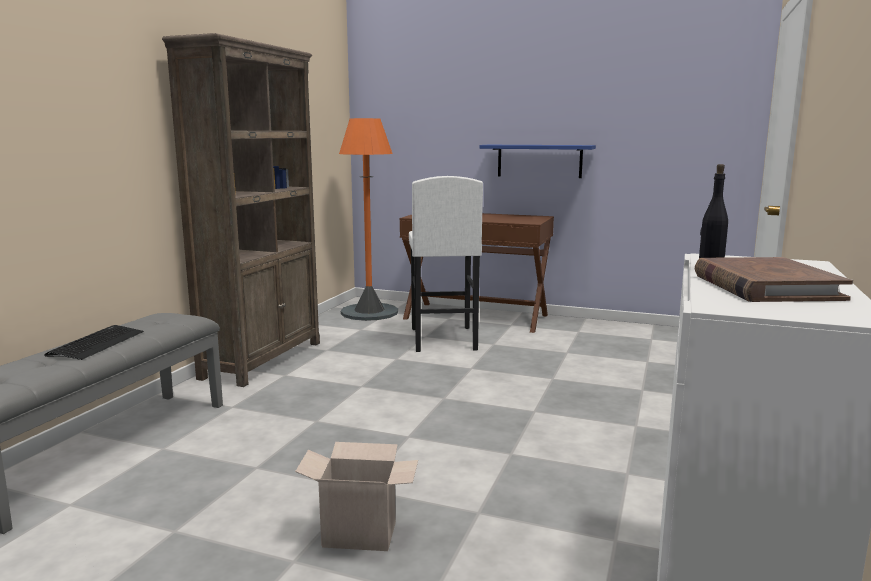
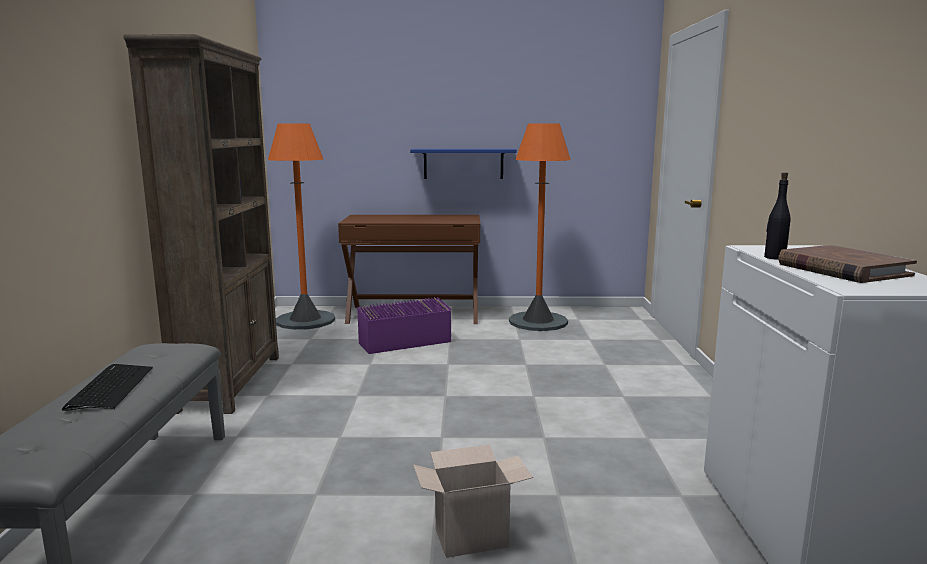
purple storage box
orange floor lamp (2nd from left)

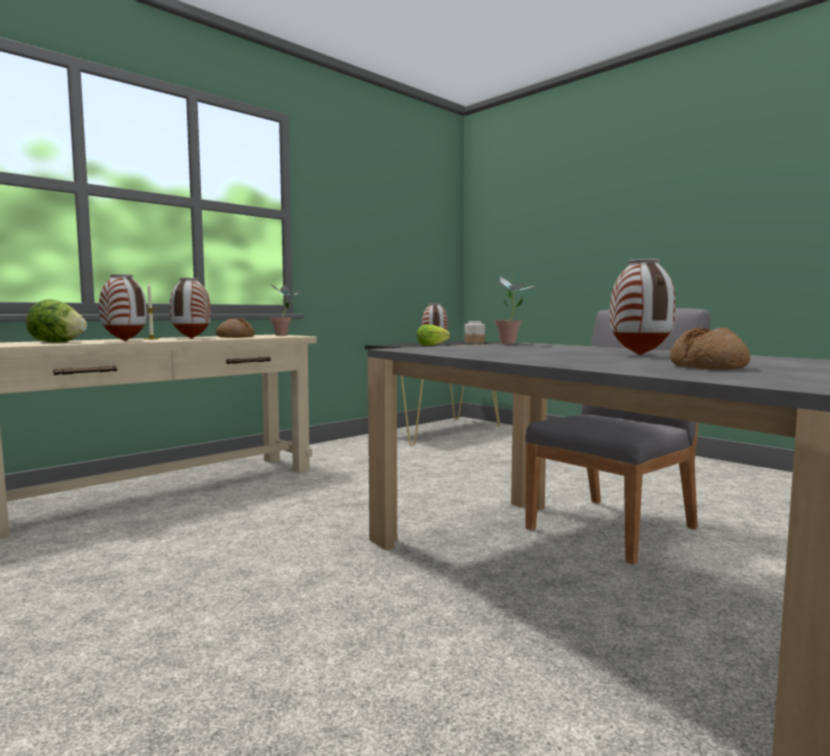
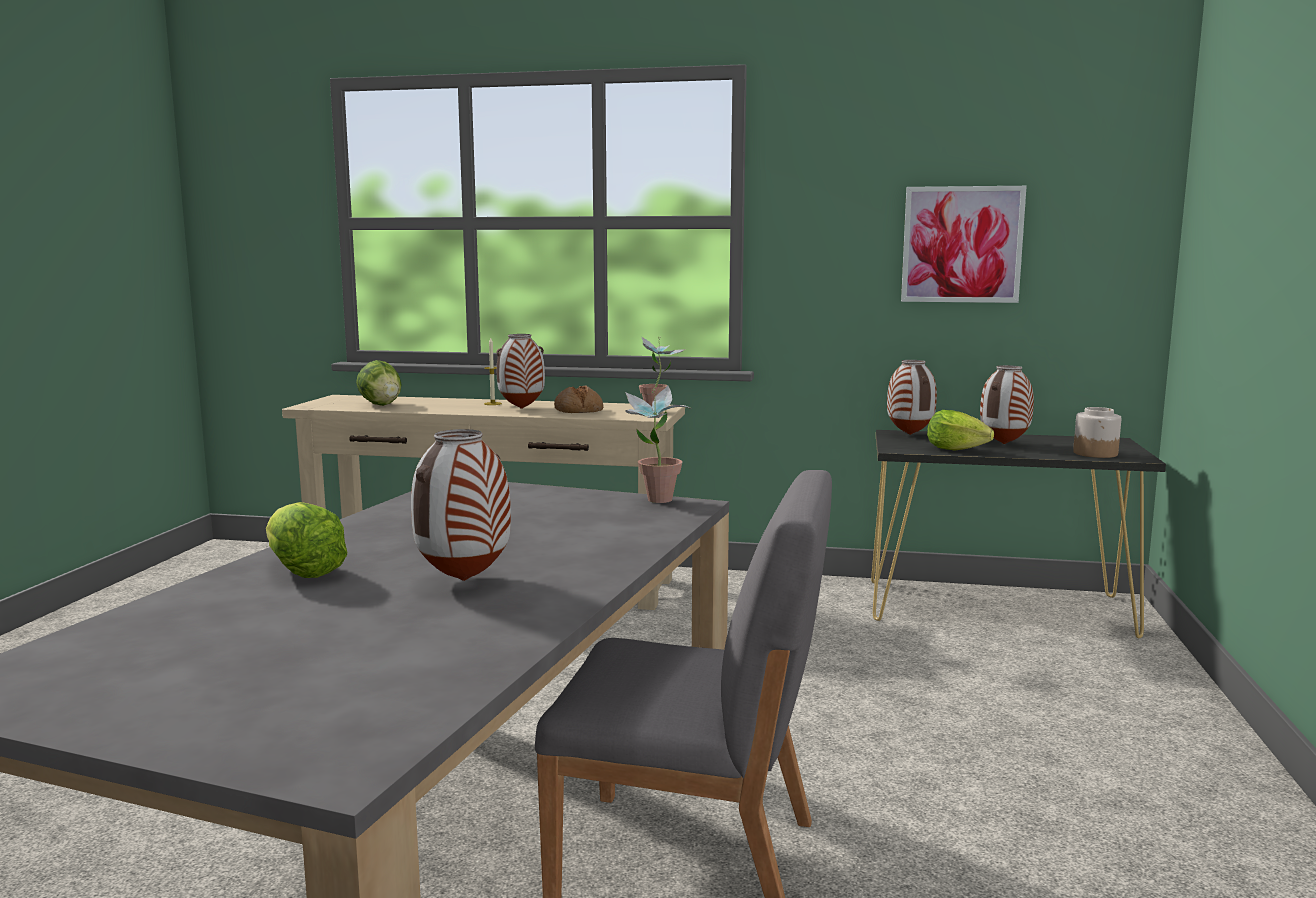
lettuce (1st from left)
vase (3rd from left)
picture
bread (2nd from left in the first image)

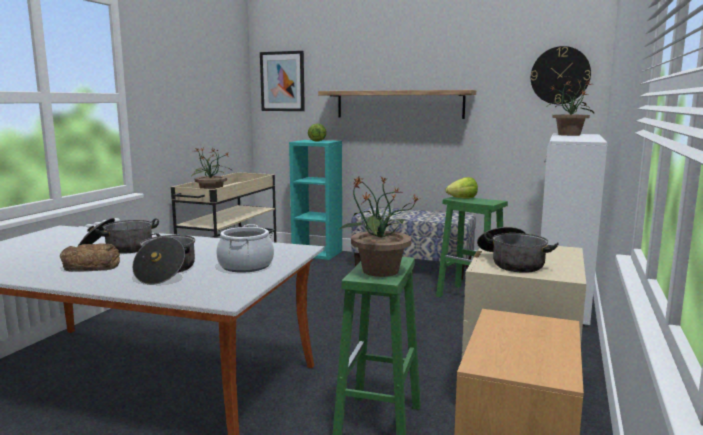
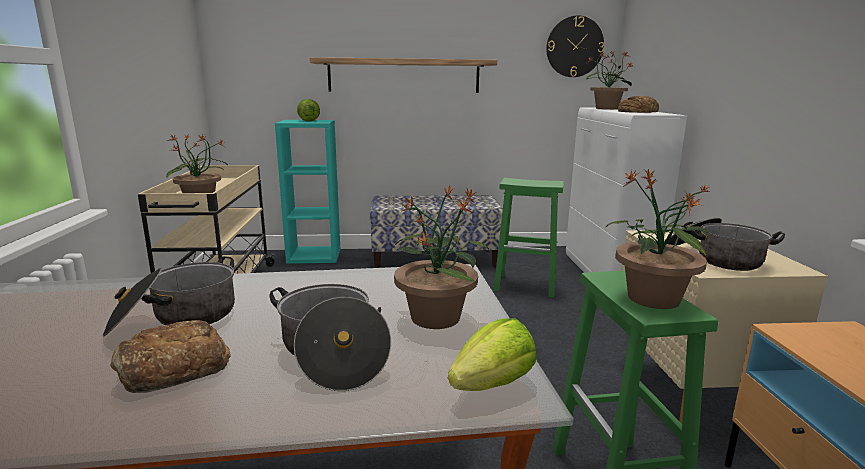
potted plant (2nd from left)
lettuce (2nd from left)
bread (2nd from left)
picture

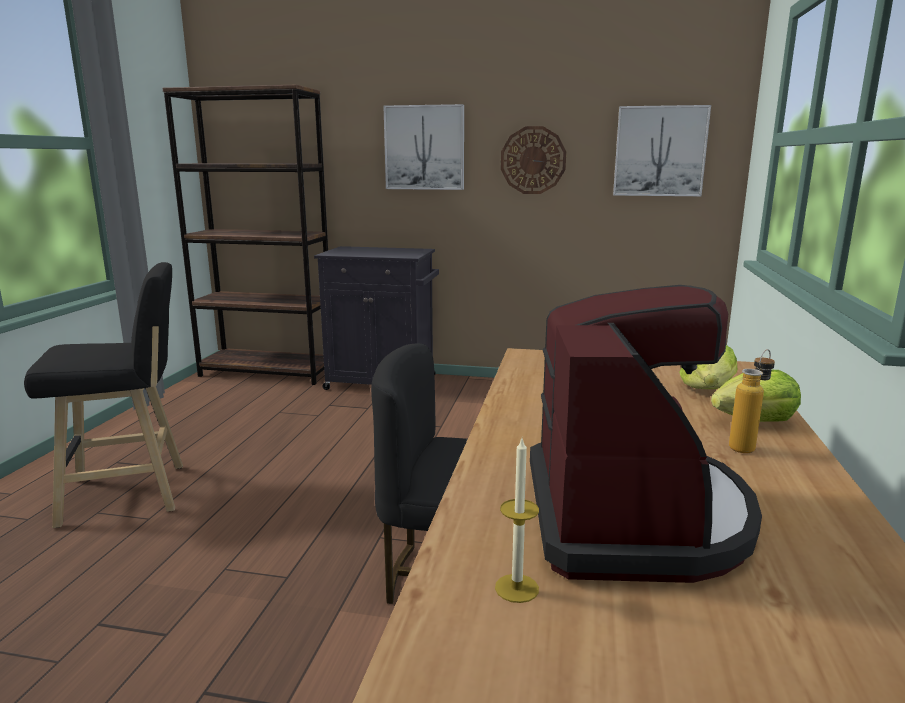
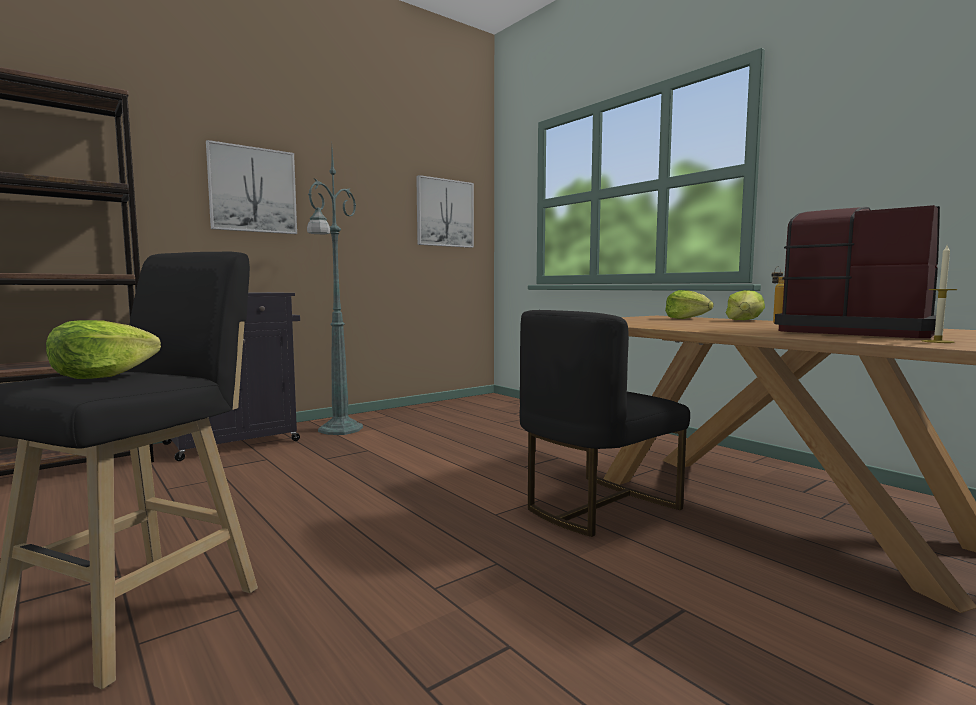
lettuce (1st from left)
green floor lamp
wall clock

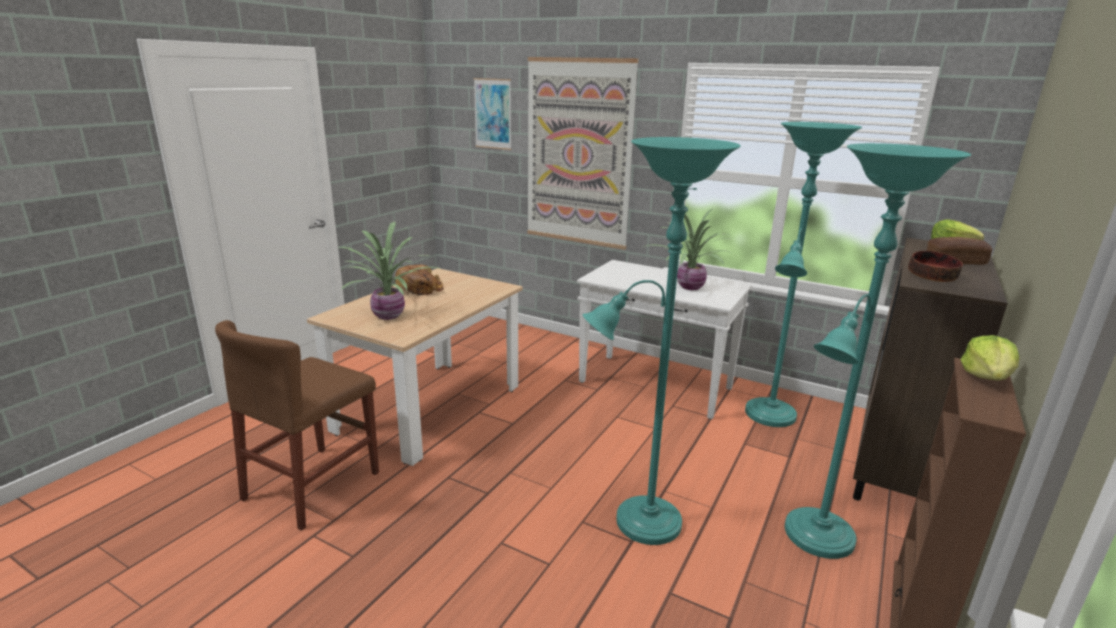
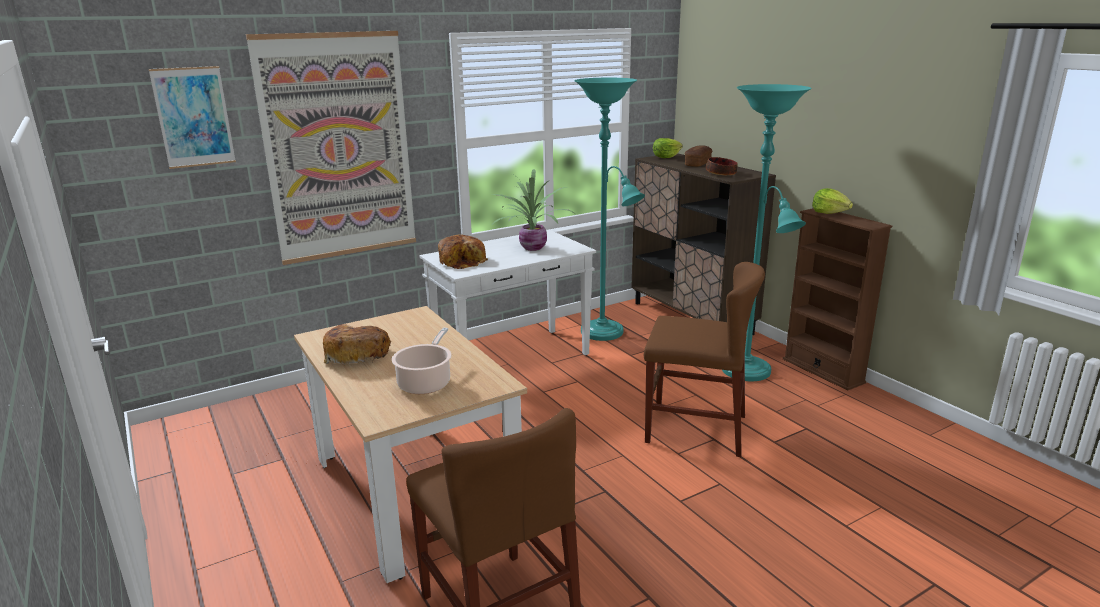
cooking pot
bread (2nd from left)
brown chair (2nd from left)

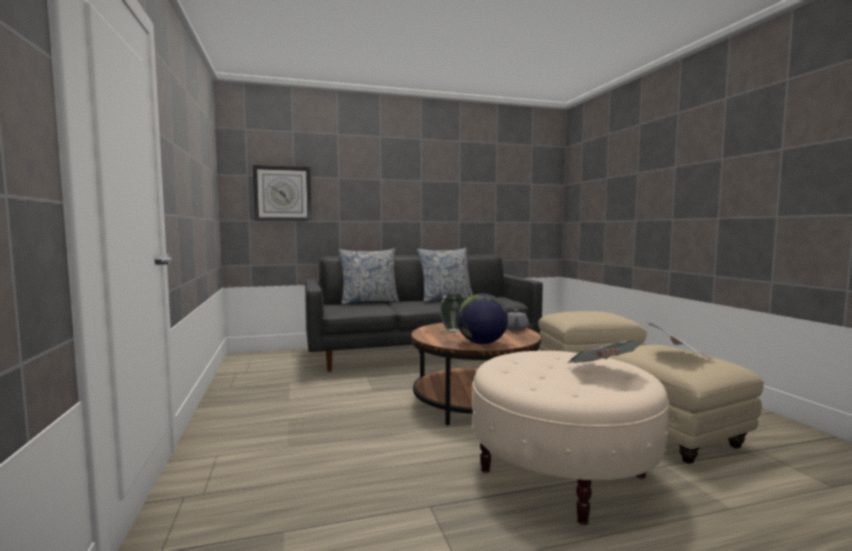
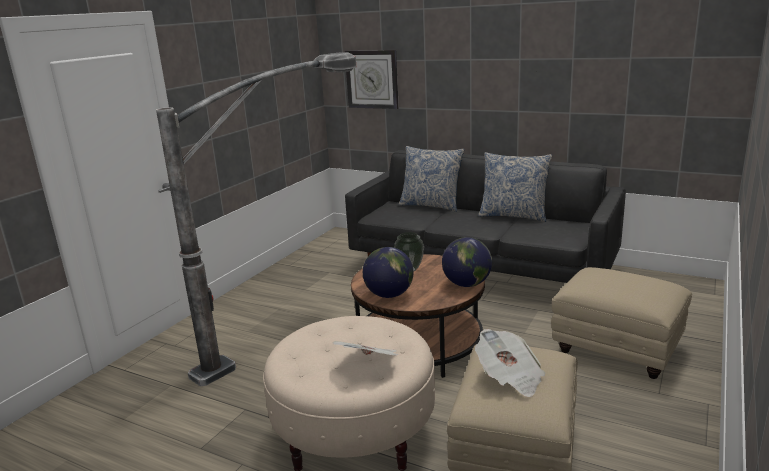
floor lamp
globe (2nd from left)

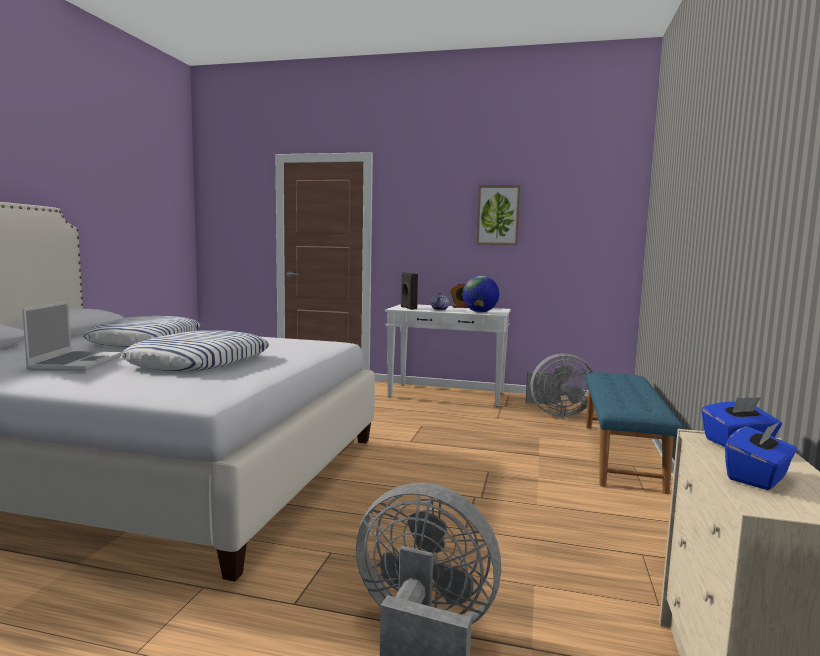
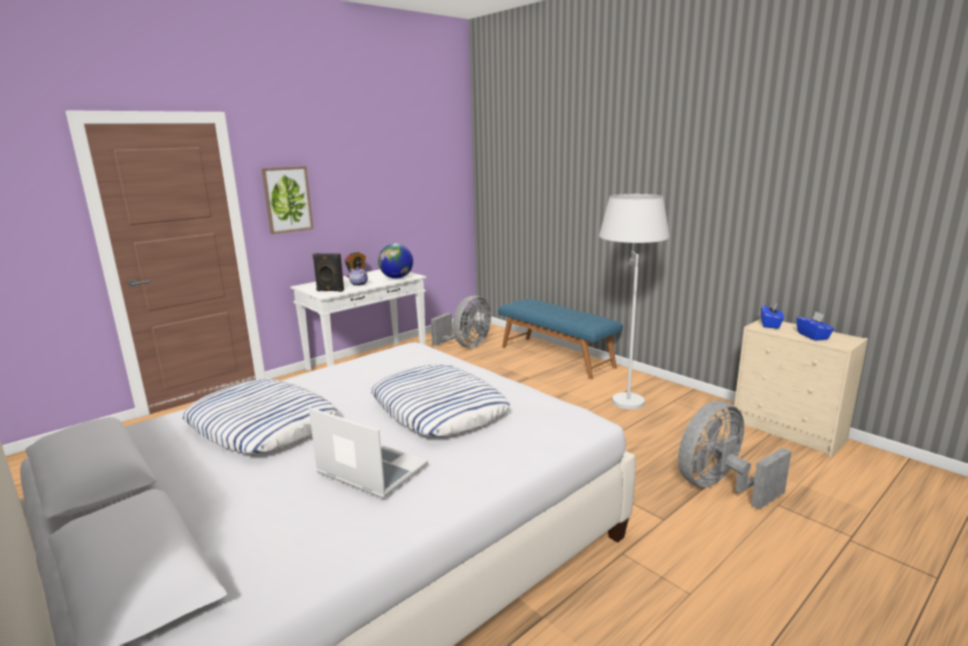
picture
white floor lamp

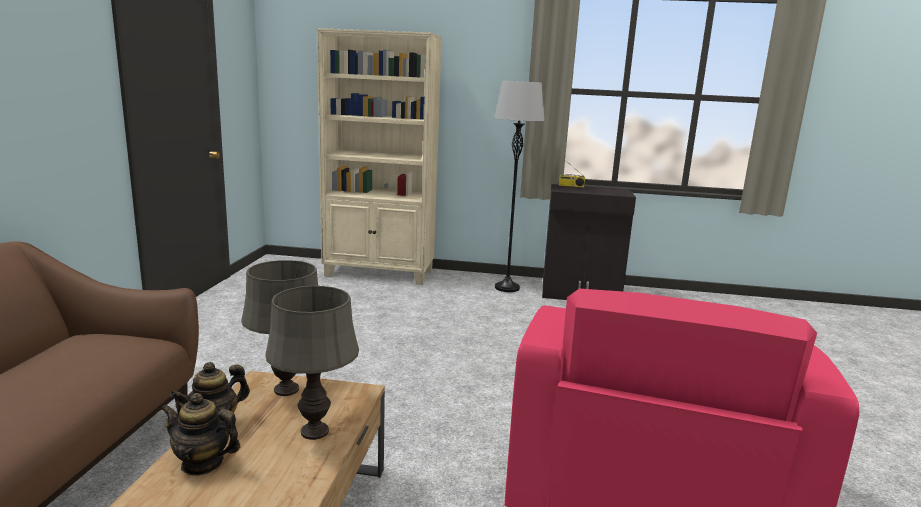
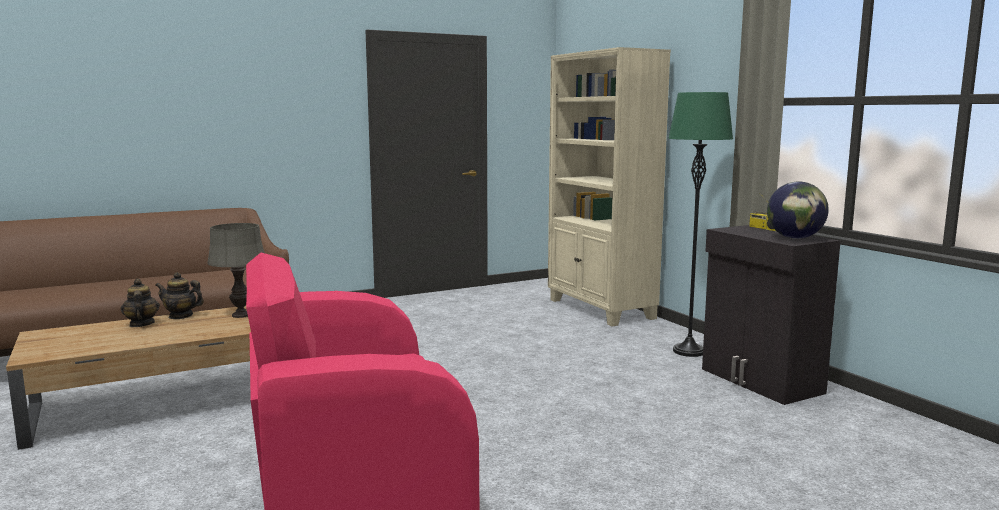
green floor lamp
globe
grey table lamp (2nd from left in the first image)

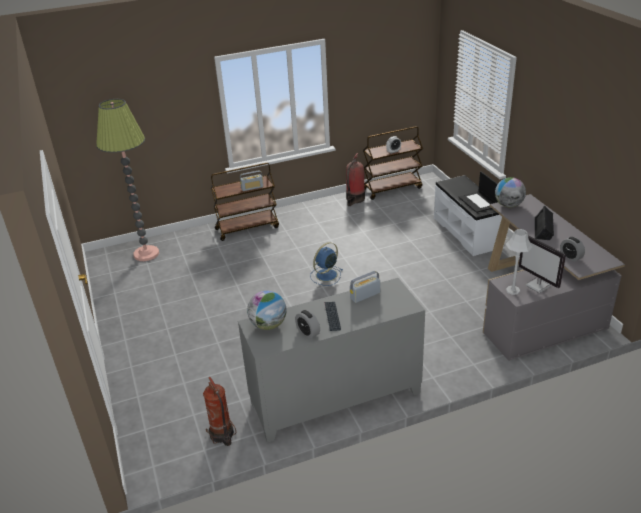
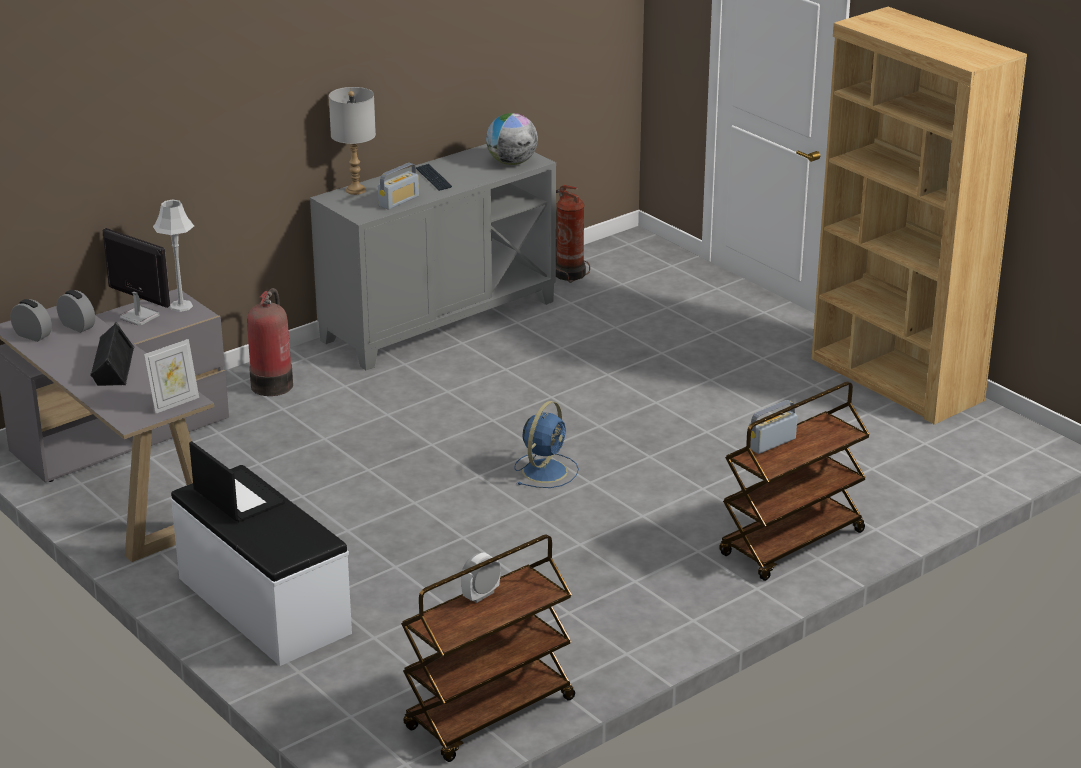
alarm clock (1st from left)
picture frame
fire extinguisher (1st from left)
grey table lamp (2nd from left)
brown bookcase
floor lamp

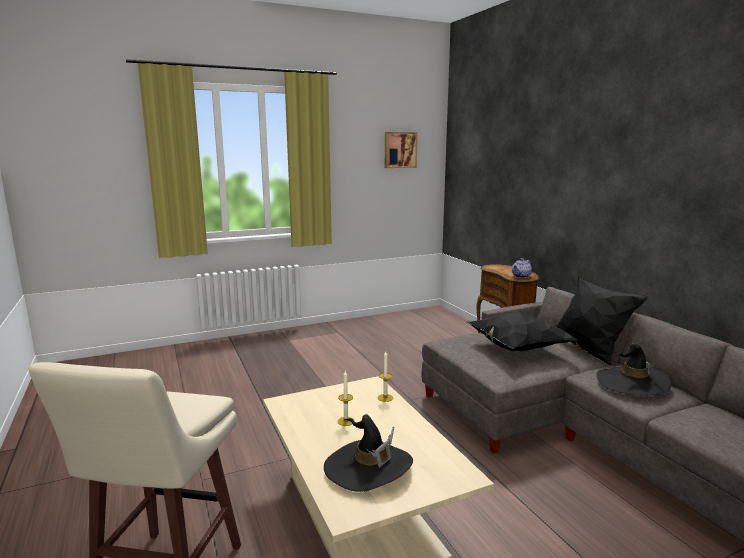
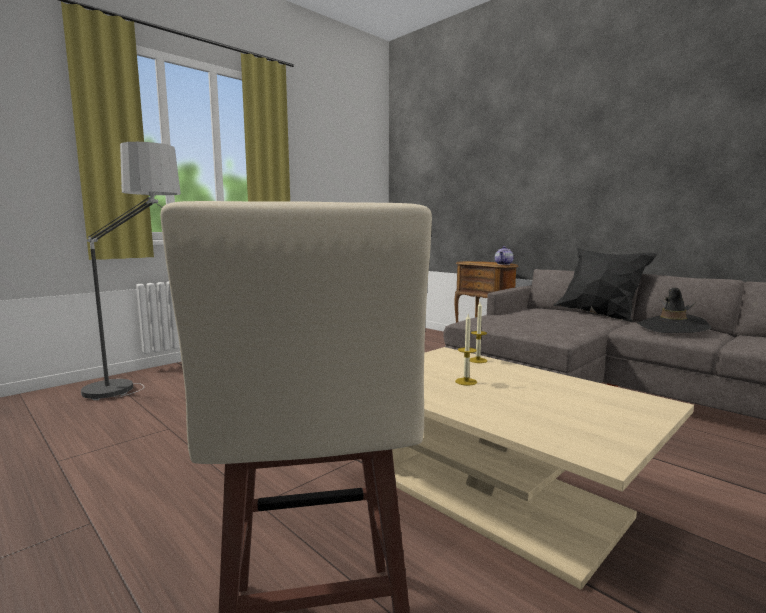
floor lamp
black hat (1st from left in the first image)
picture
black pillow (1st from left in the first image)

